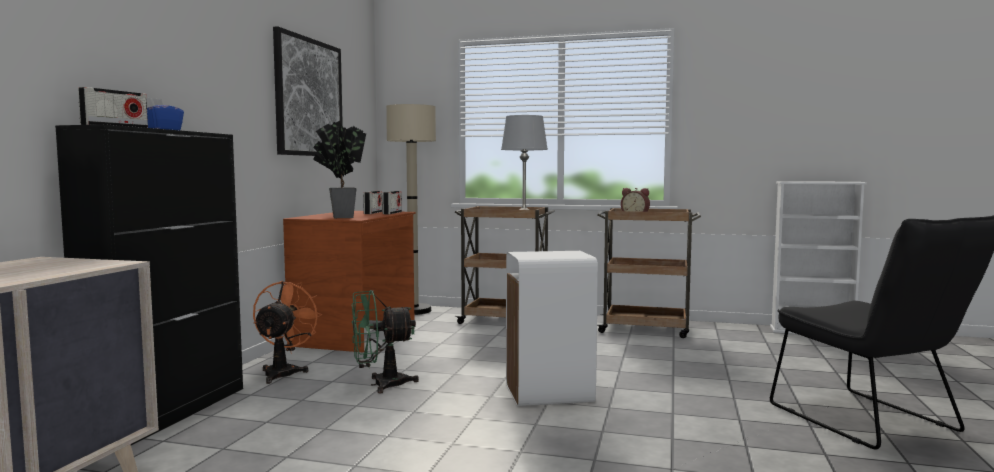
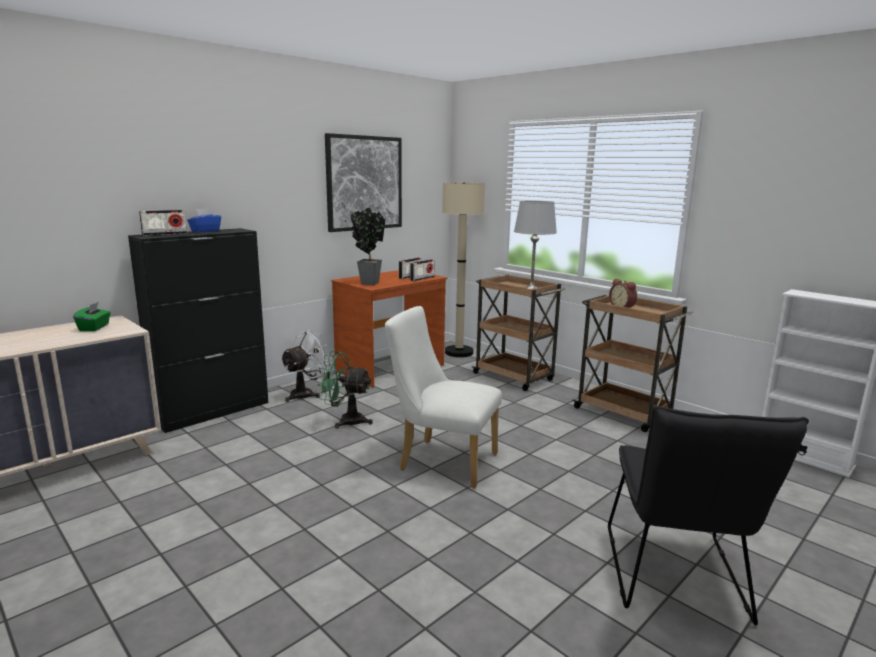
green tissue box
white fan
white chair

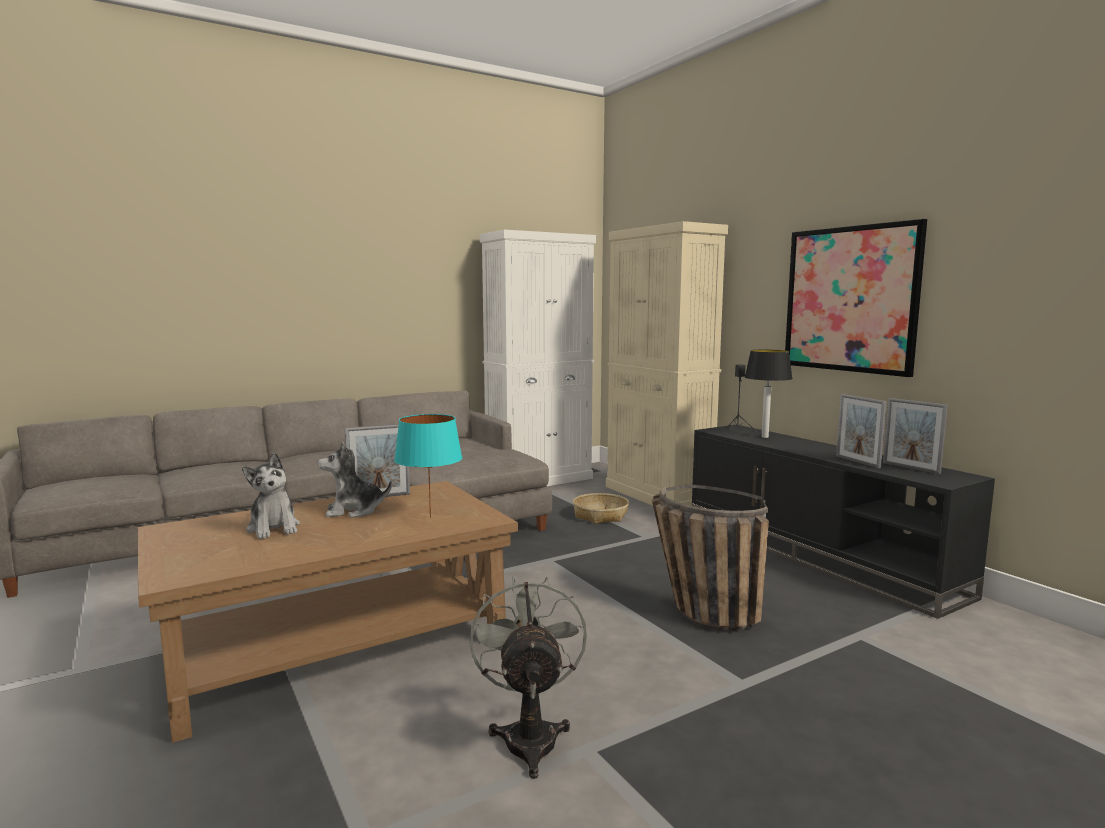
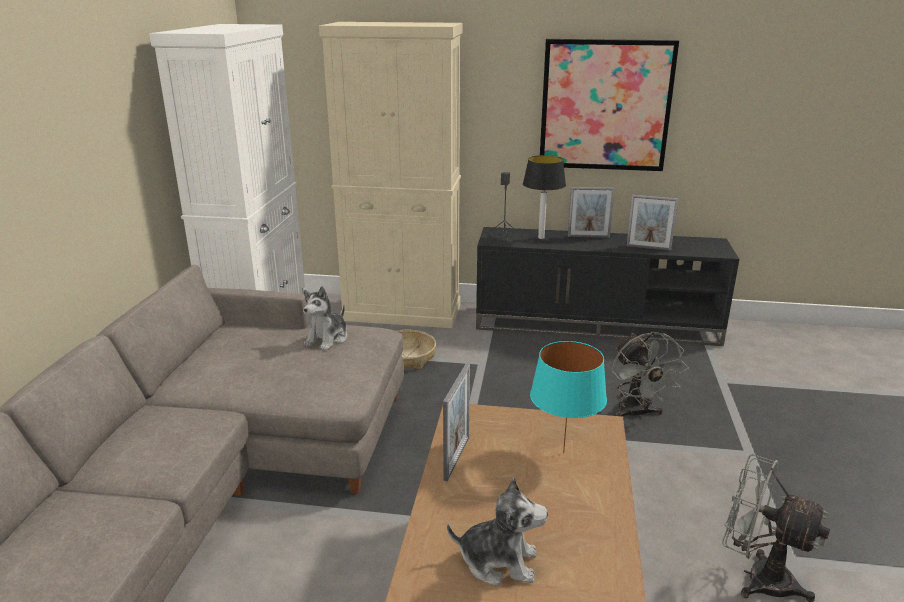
plush toy (1st from left)
picture frame (2nd from left)
grey fan (1st from left)

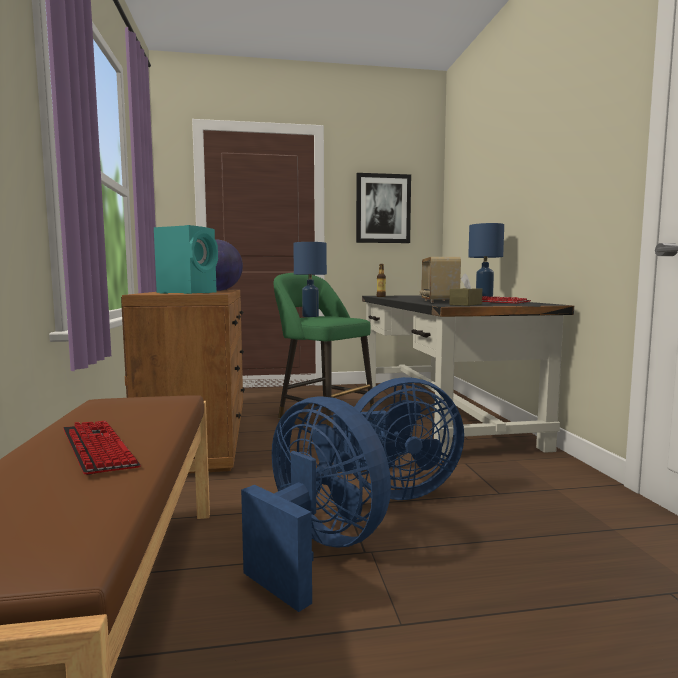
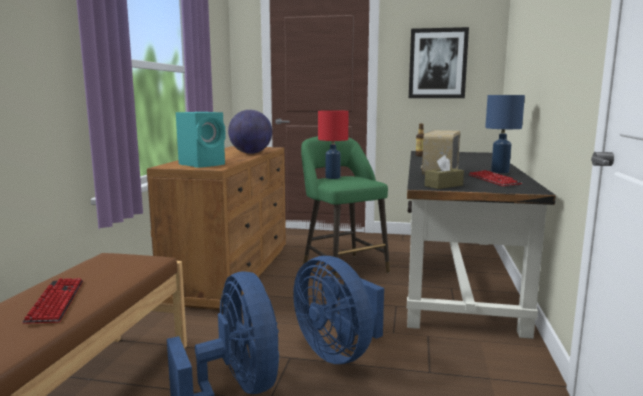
blue fan (2nd from left)
red table lamp

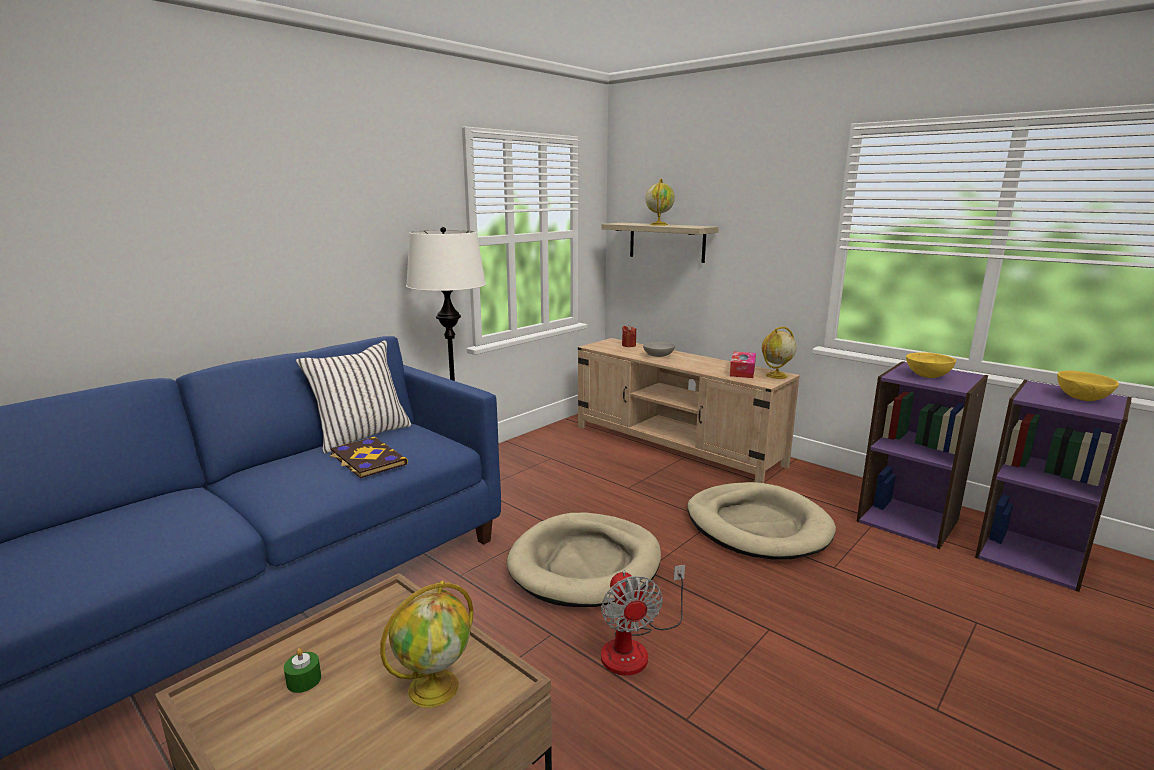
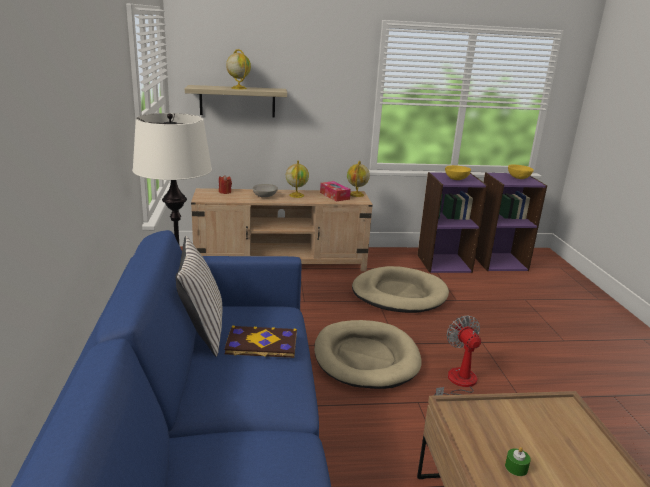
globe (2nd from left)
fan

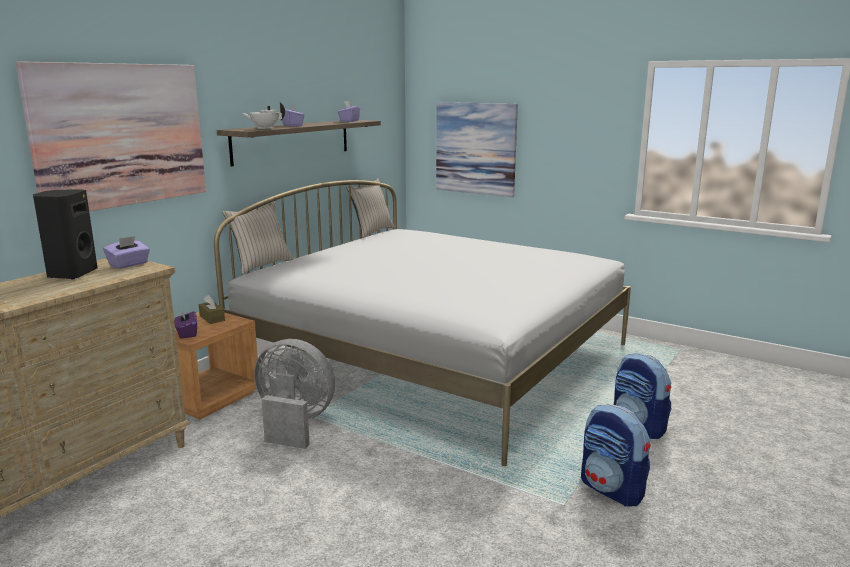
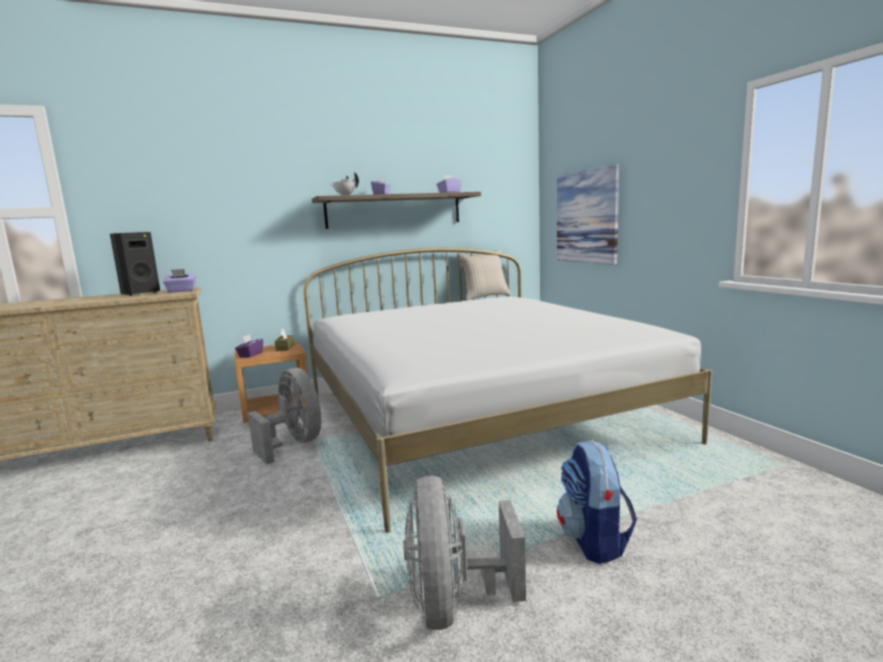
grey fan (2nd from left)
picture (1st from left in the first image)
beige pillow (1st from left in the first image)

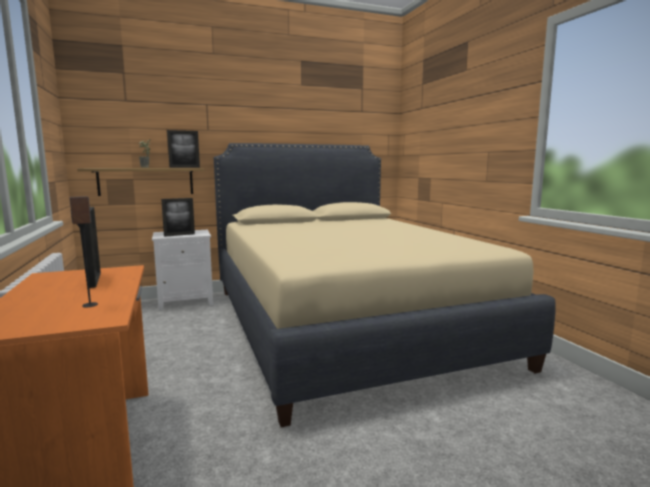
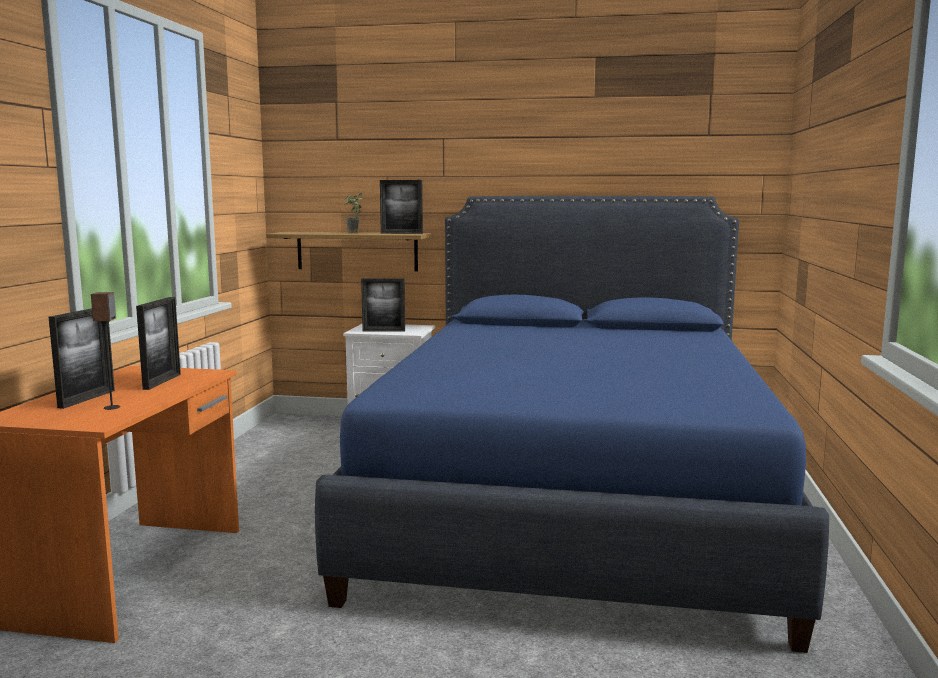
picture frame (1st from left)
blue bed

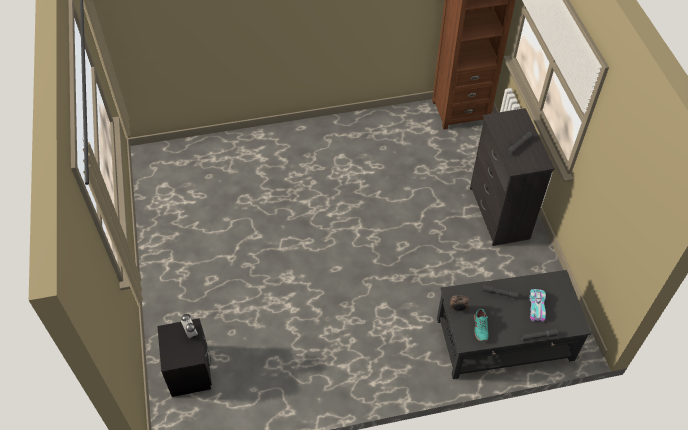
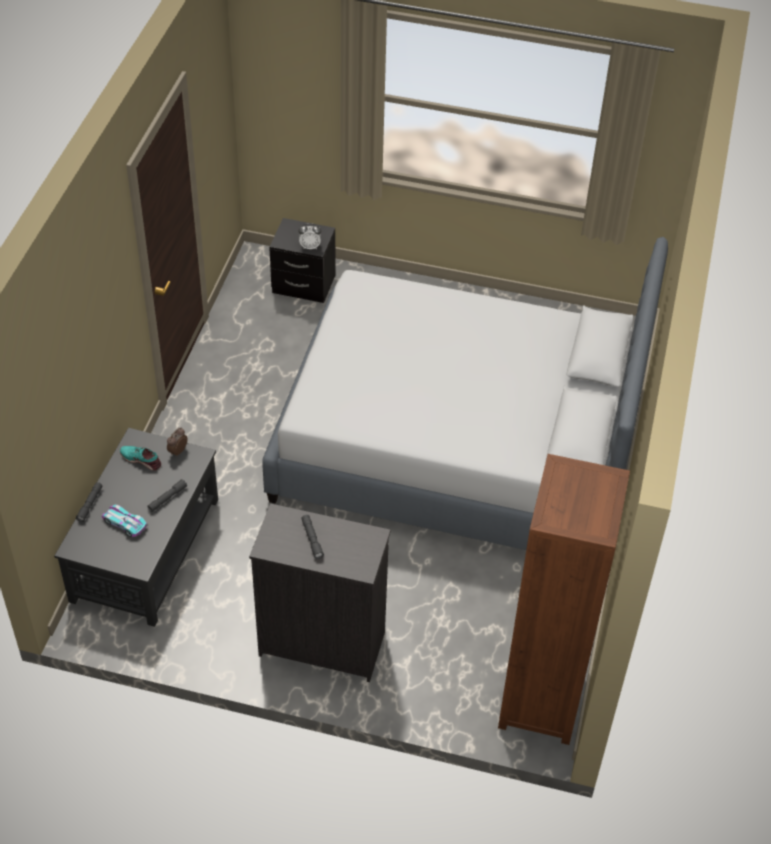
grey bed

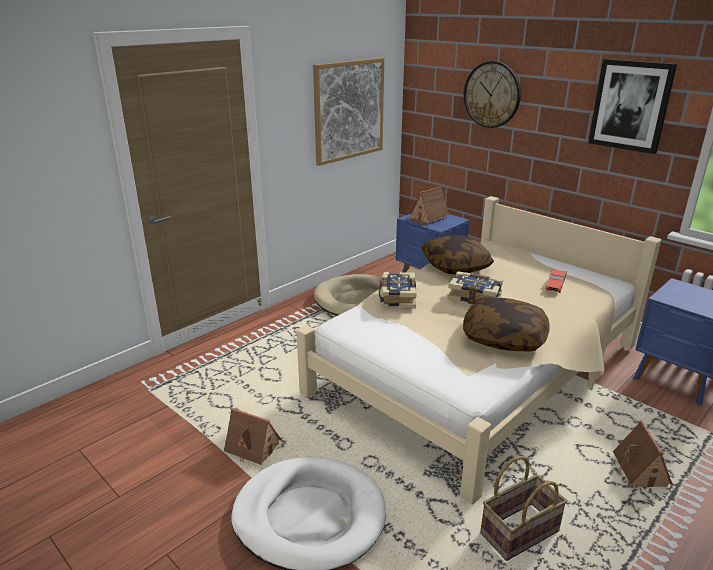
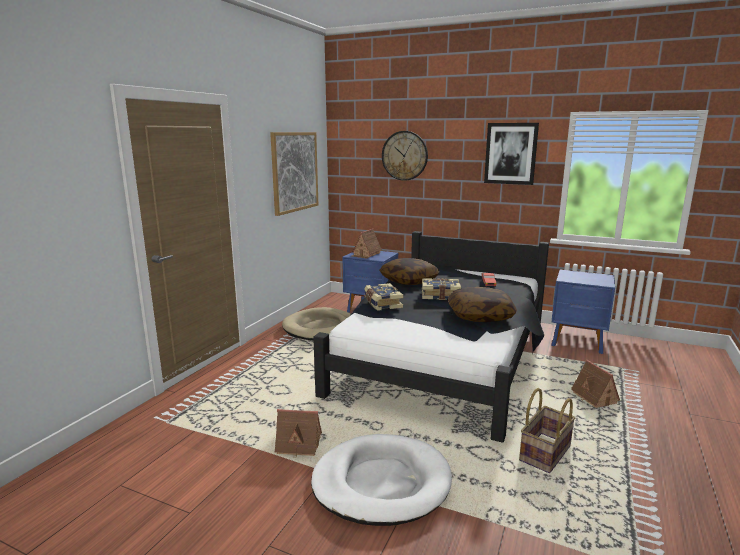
black bed

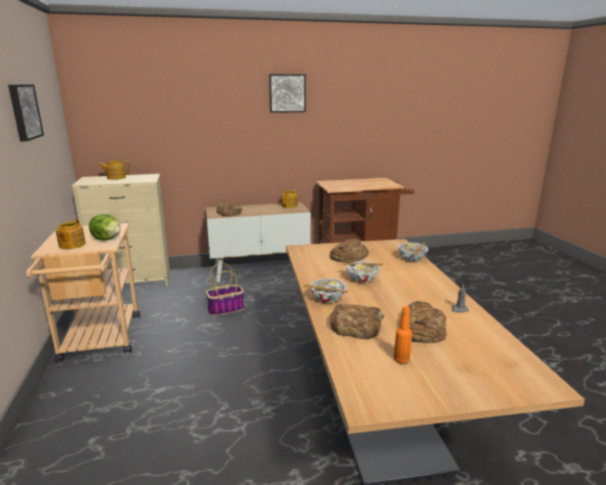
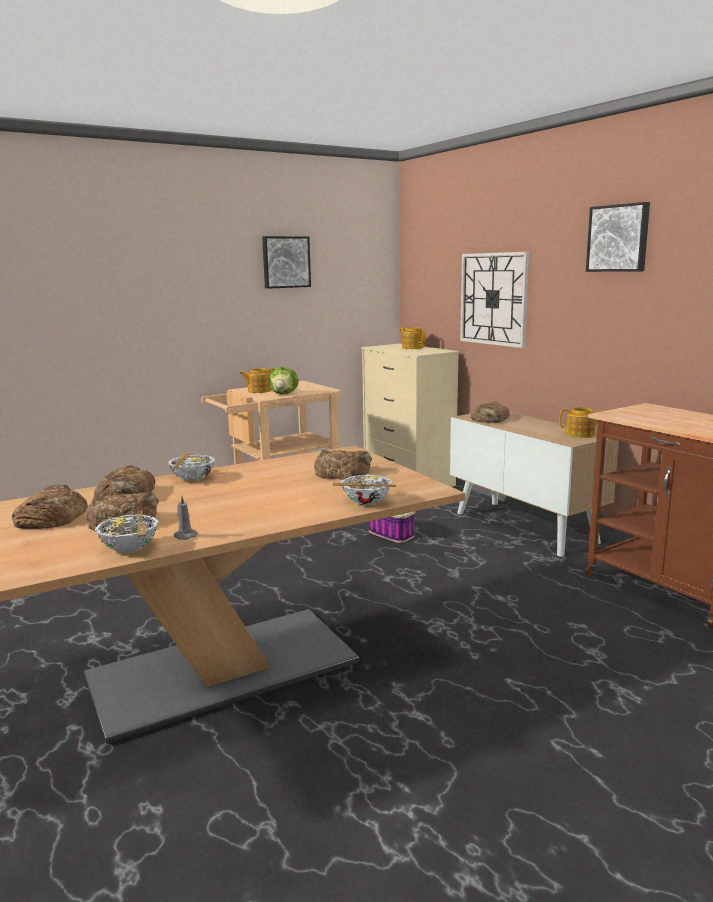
bread (1st from left)
bowl (1st from left)
wall clock

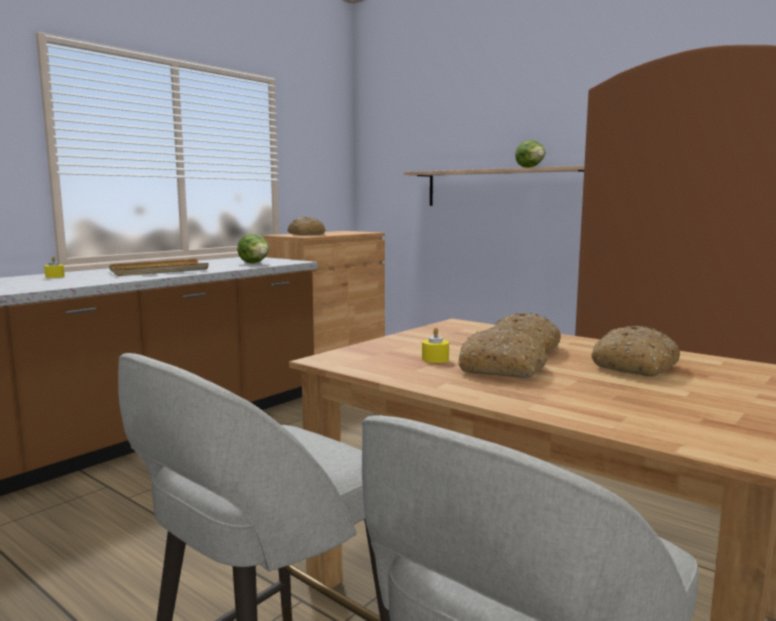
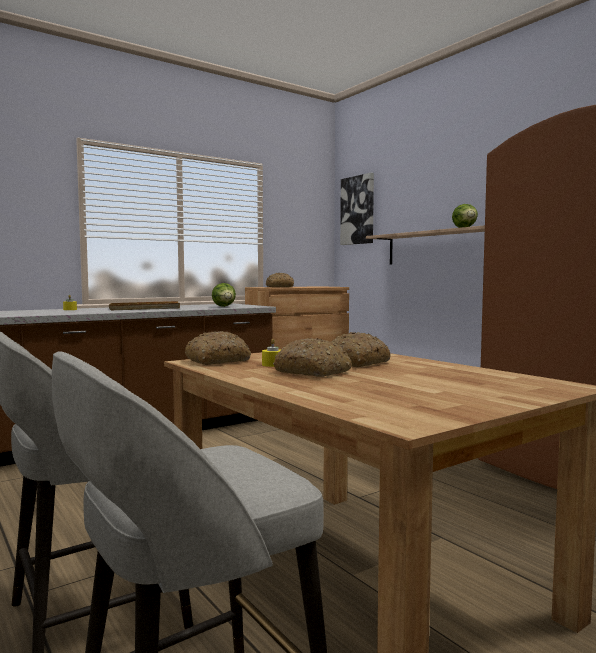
bread (1st from left)
picture

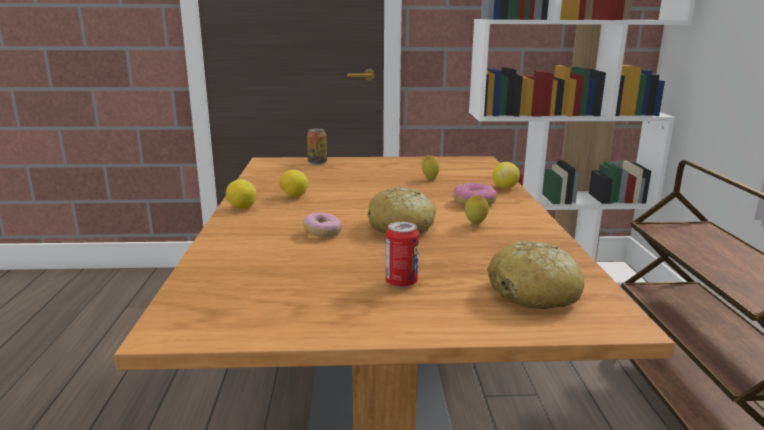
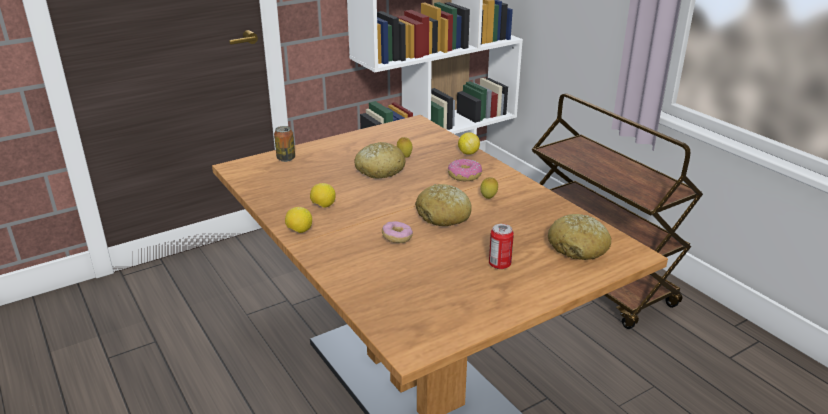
bread (1st from left)

